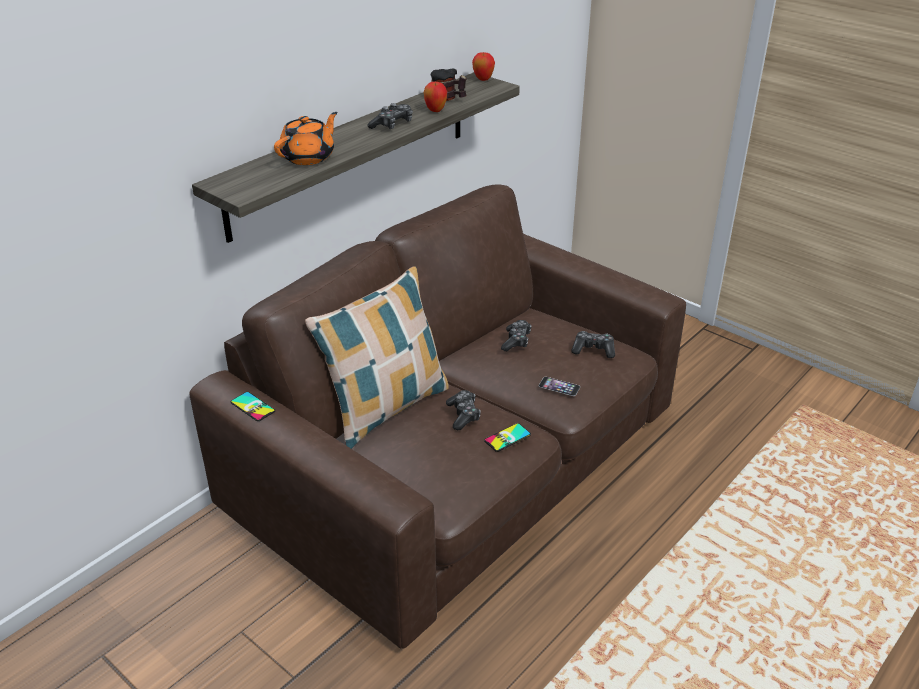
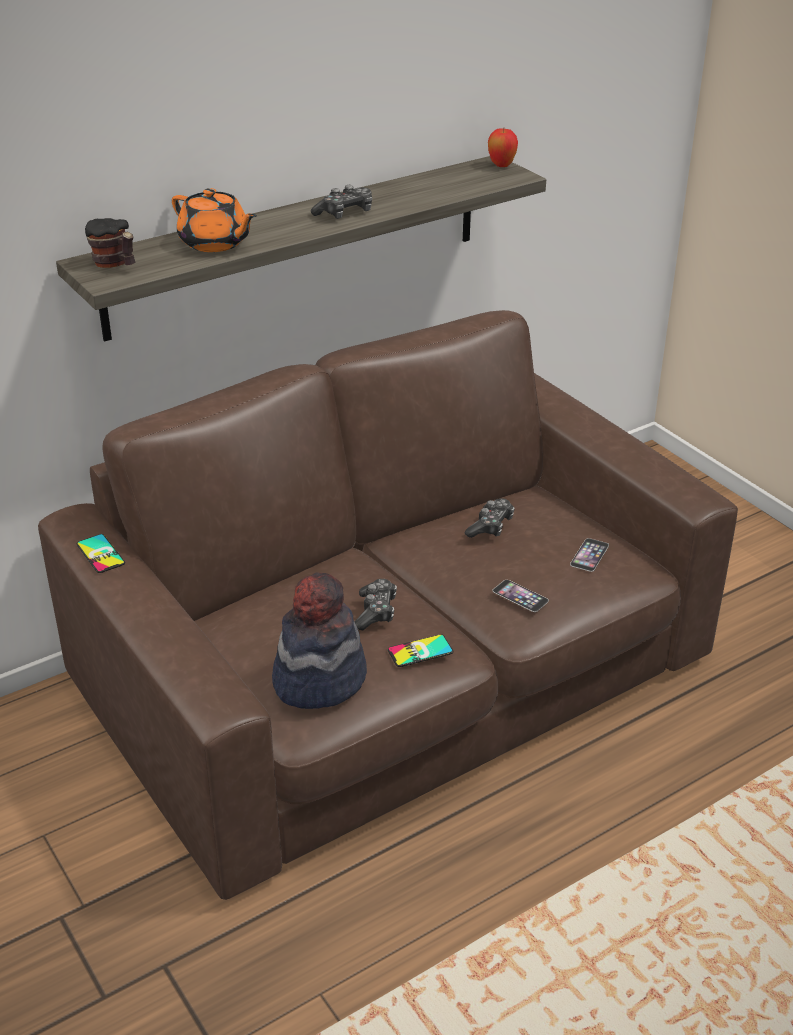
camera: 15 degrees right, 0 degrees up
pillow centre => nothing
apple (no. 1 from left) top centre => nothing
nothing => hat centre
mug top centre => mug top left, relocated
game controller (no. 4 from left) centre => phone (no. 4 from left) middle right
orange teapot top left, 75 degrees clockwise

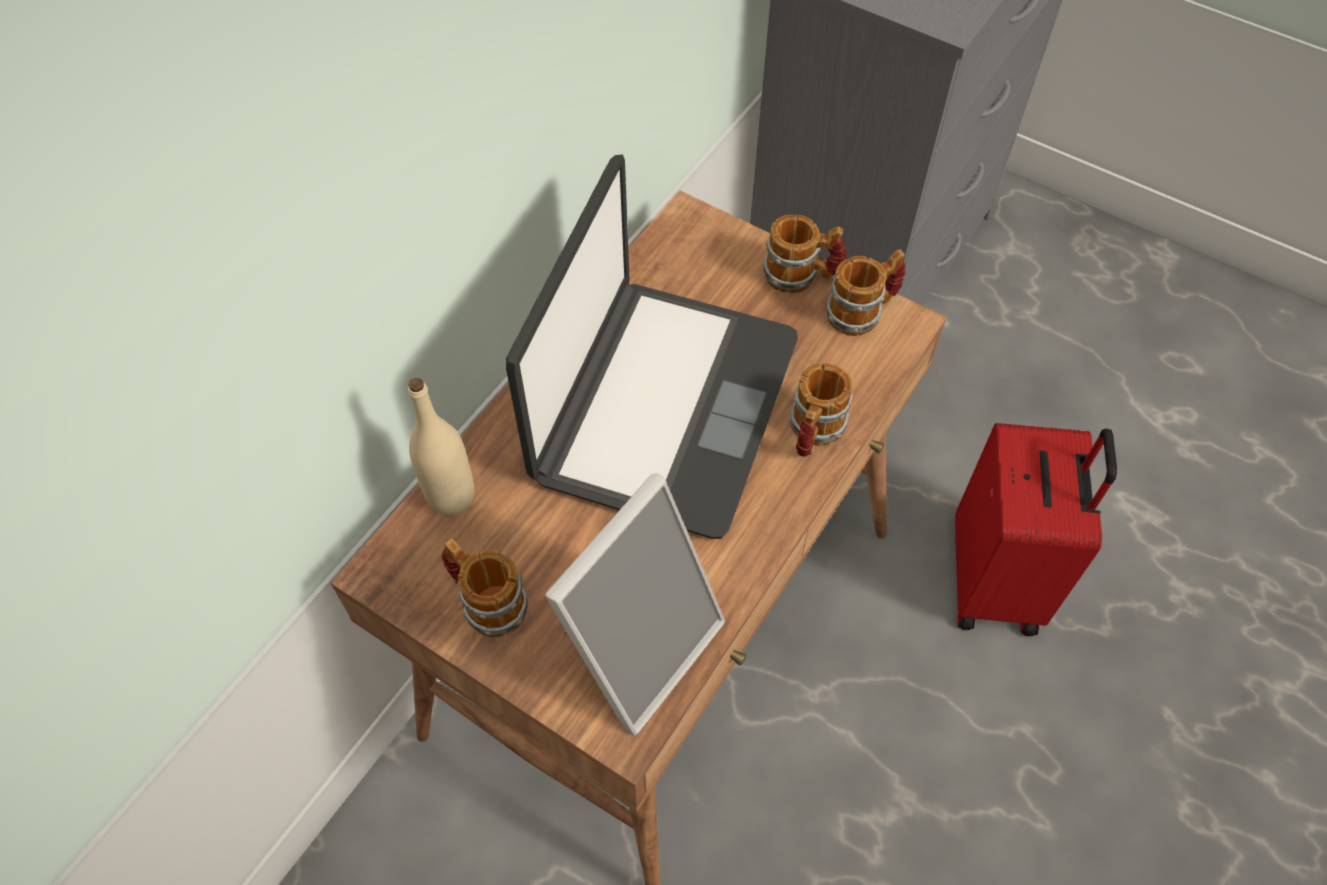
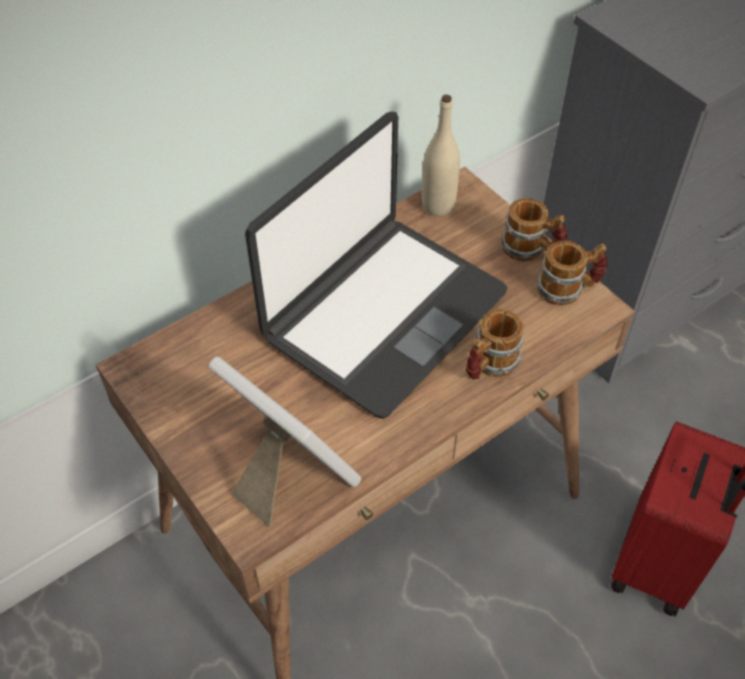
camera: 20 degrees right, 5 degrees down
mug (no. 1 from left) centre => nothing
beige bottle middle left => beige bottle top centre, relocated
picture frame bottom centre => picture frame centre, 105 degrees counterclockwise

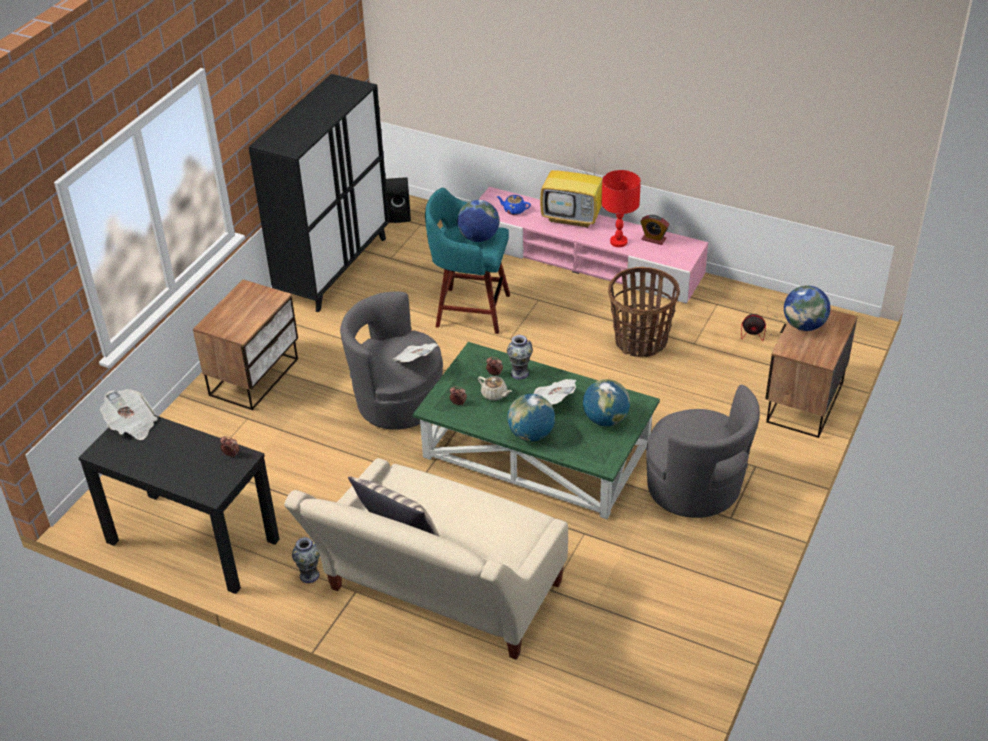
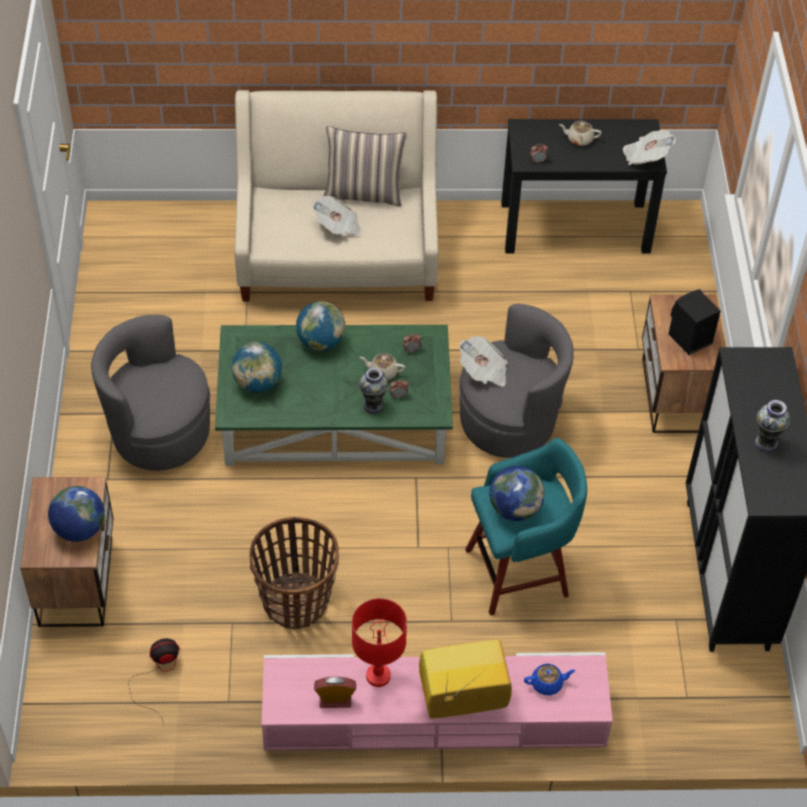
camera: 150 degrees right, 10 degrees up
nothing => beige teapot (no. 2 from left) top right
vase (no. 1 from left in the first image) bottom left => vase (no. 2 from left) middle right, relocated
black speaker top centre => black speaker middle right, relocated
newspaper (no. 3 from left in the first image) centre => newspaper (no. 1 from left) top centre, relocated

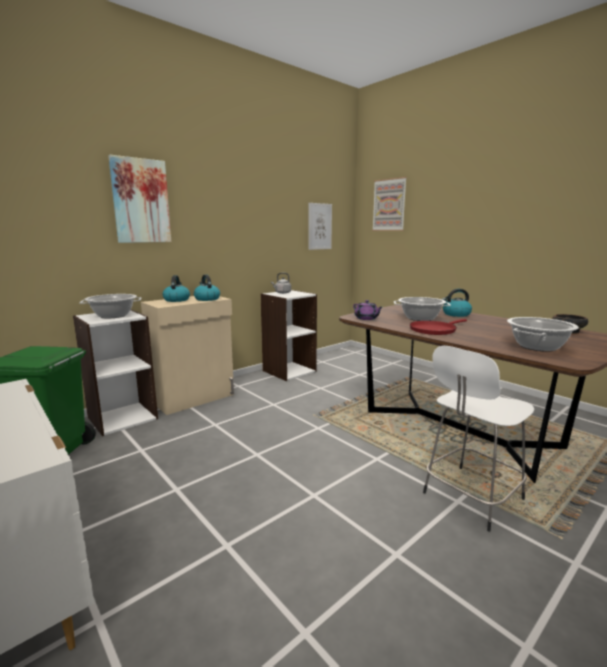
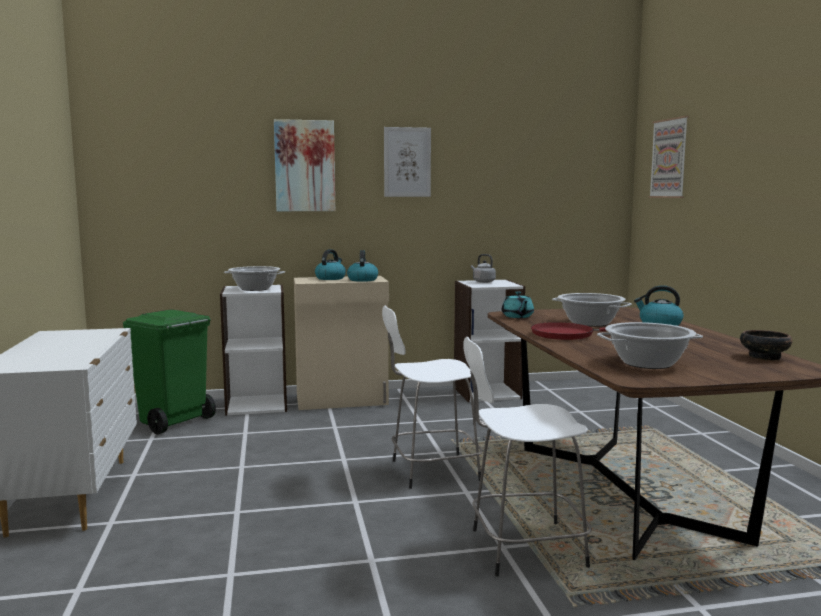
camera: 30 degrees right, 5 degrees down
nothing => white stool (no. 1 from left) centre
picture (no. 2 from left) centre => picture (no. 2 from left) top centre, relocated
purple teapot centre => turquoise teapot centre

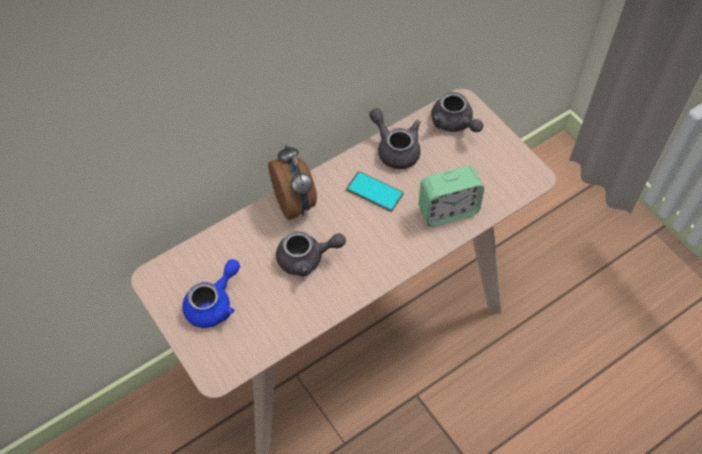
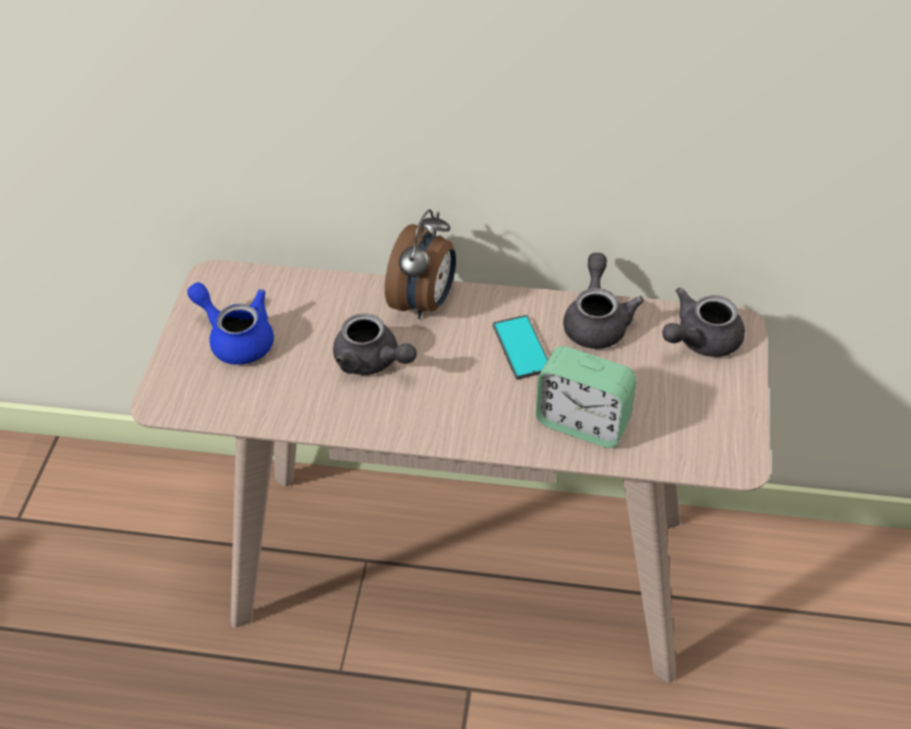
camera: 45 degrees right, 10 degrees down
blue teapot middle left, 135 degrees counterclockwise
grey teapot (no. 3 from left) top centre => grey teapot (no. 3 from left) middle right, 45 degrees clockwise

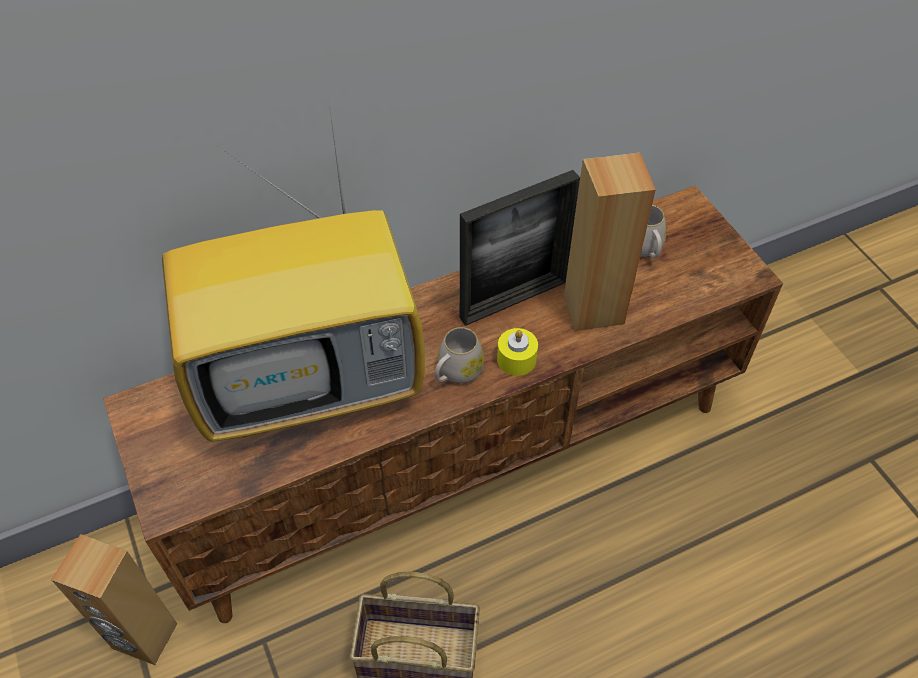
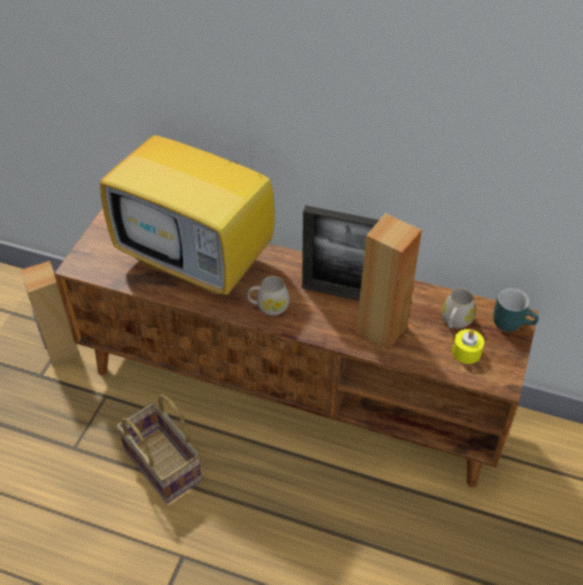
camera: 45 degrees right, 5 degrees down
nothing => turquoise mug middle right
yellow candle centre => yellow candle middle right, relocated

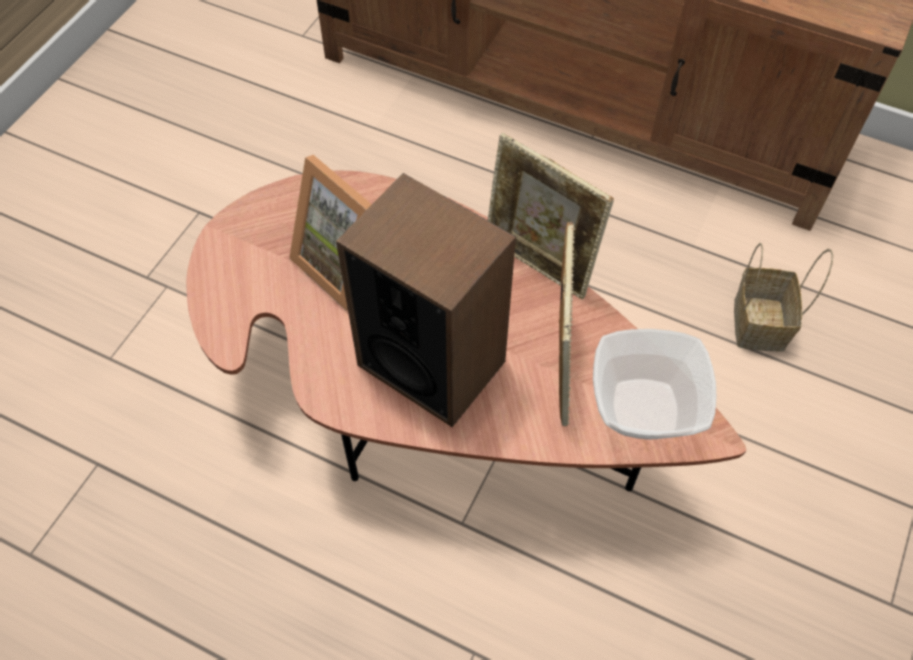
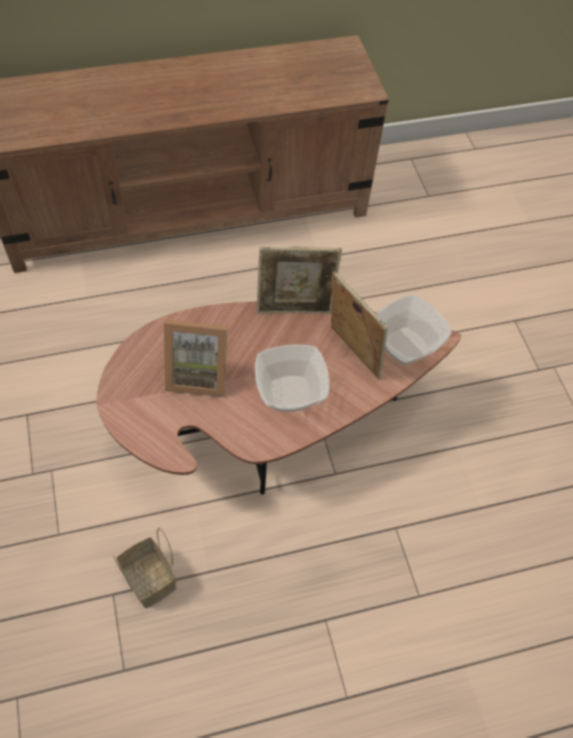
camera: 45 degrees left, 0 degrees up
basket middle right => basket bottom left, relocated
speaker centre => bowl (no. 1 from left) centre

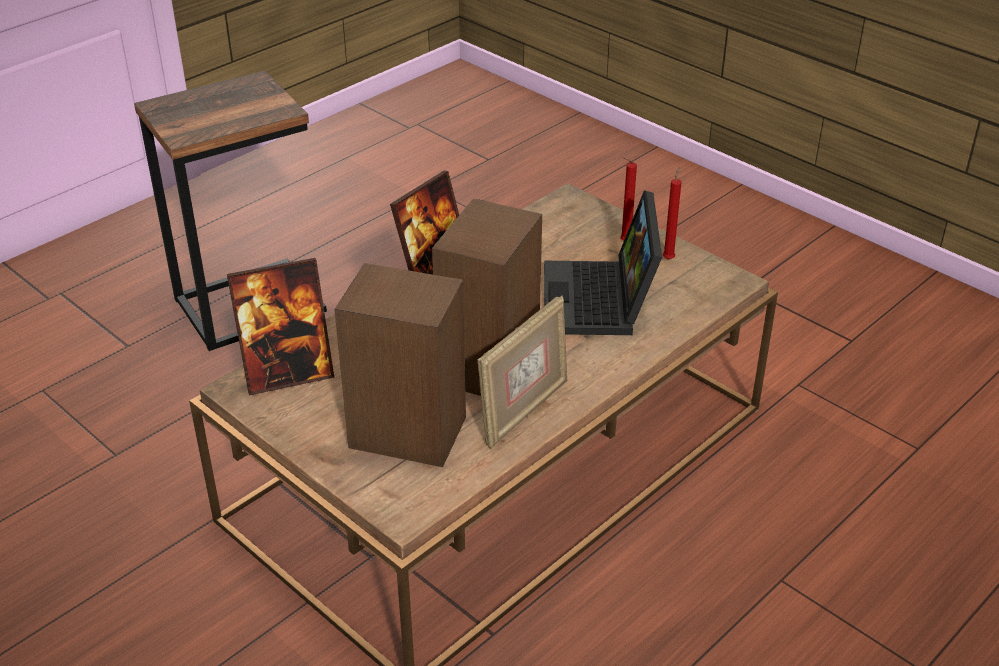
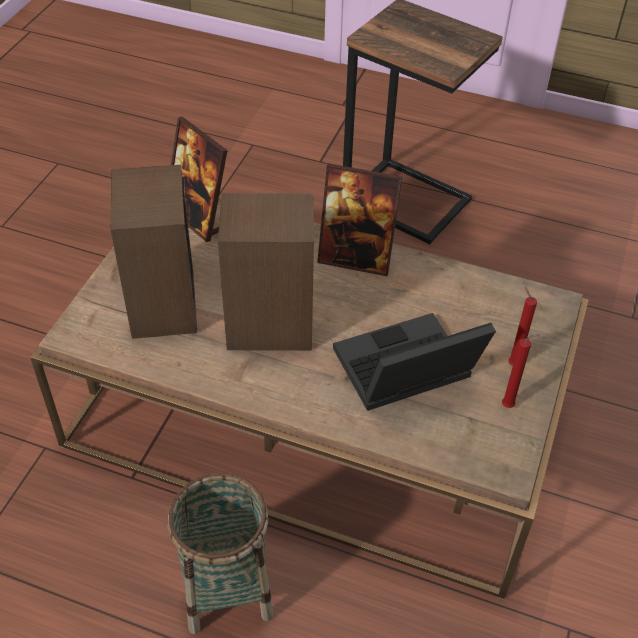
camera: 65 degrees right, 10 degrees up
picture frame (no. 3 from left) centre => nothing
nothing => basket bottom centre

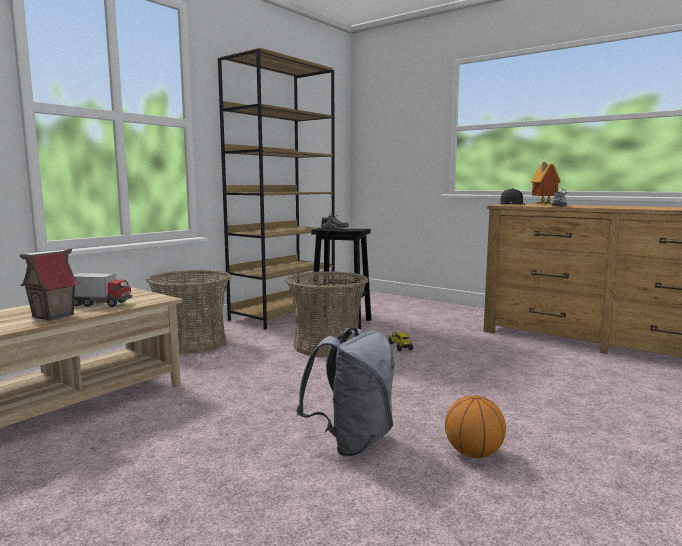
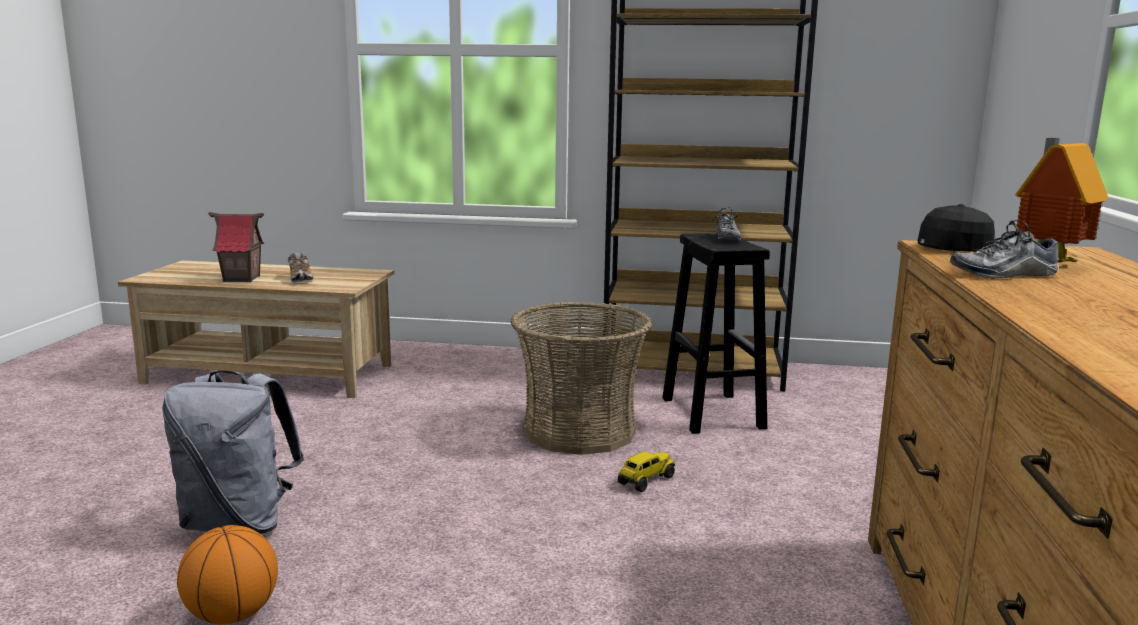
camera: 60 degrees right, 5 degrees up
basket (no. 1 from left) middle left => nothing
toy truck (no. 1 from left) middle left => shoe (no. 1 from left) middle left

